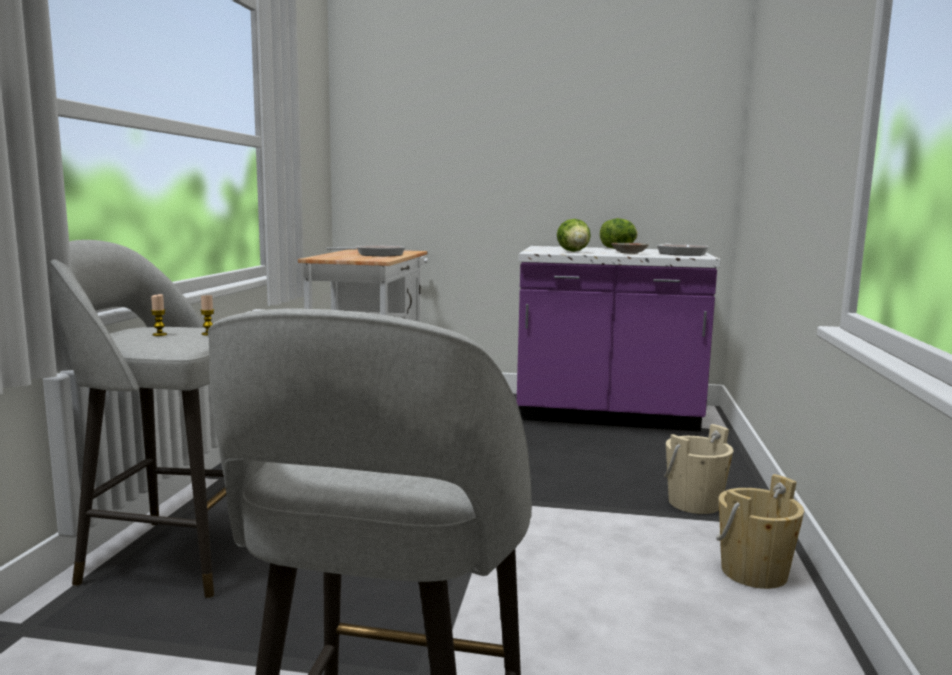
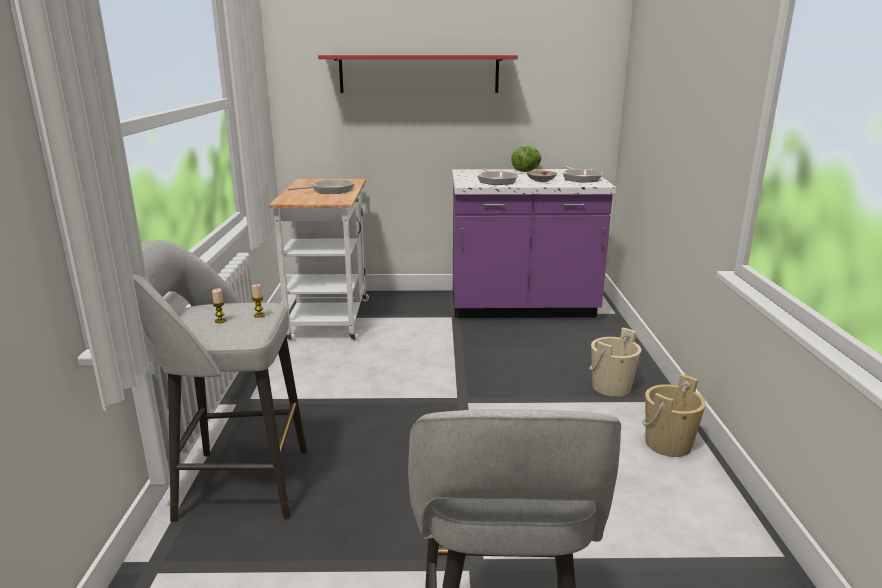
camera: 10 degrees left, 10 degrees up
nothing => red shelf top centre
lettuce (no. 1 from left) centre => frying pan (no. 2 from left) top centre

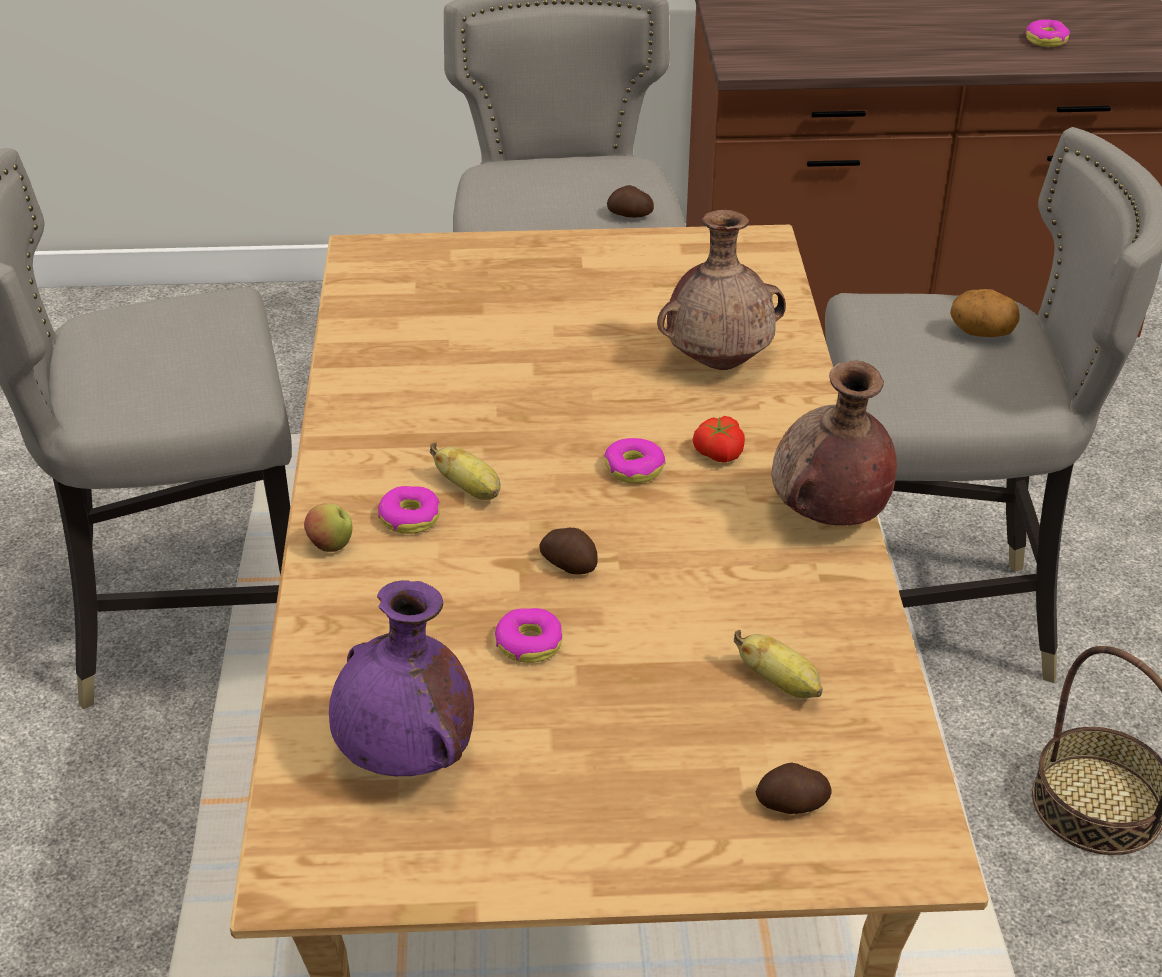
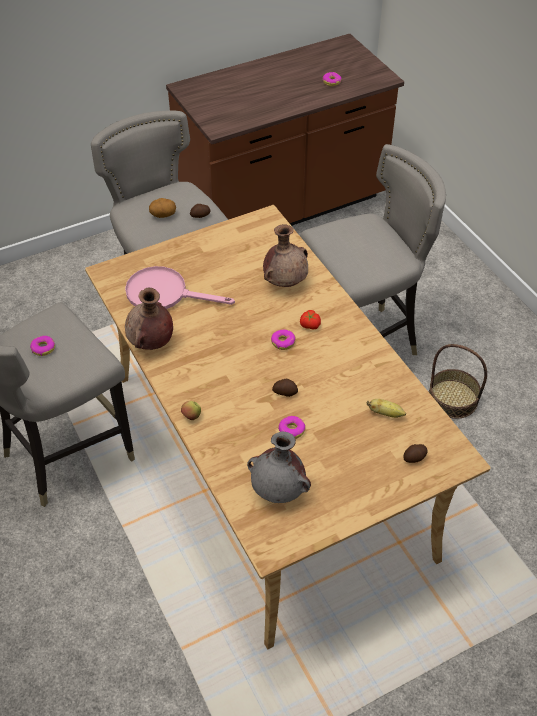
camera: 25 degrees left, 10 degrees up
banana (no. 1 from left) centre => nothing
nothing => pink frying pan centre
donut (no. 1 from left) centre => donut (no. 1 from left) middle left, relocated
brown vase (no. 2 from left in the first image) middle right => brown vase (no. 1 from left) middle left, relocated
potato (no. 4 from left in the first image) top right => potato (no. 1 from left) top left, relocated
purple vase bottom centre => grey vase centre

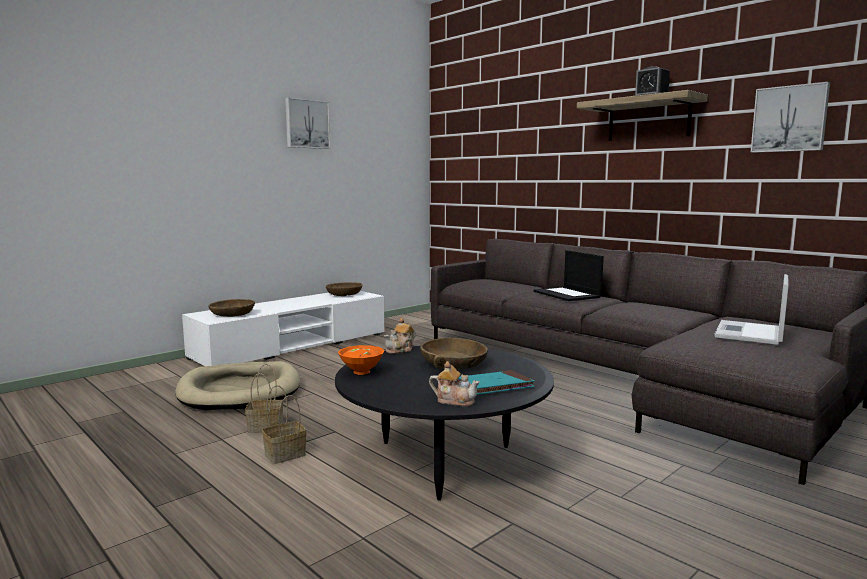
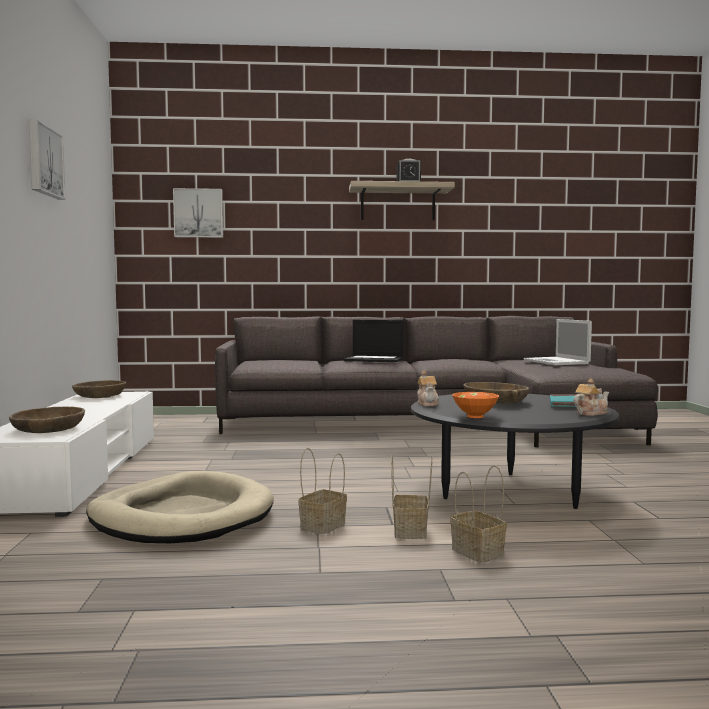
camera: 50 degrees left, 5 degrees down
nothing => basket (no. 3 from left) bottom right
picture (no. 2 from left) top right => picture (no. 2 from left) top left, relocated

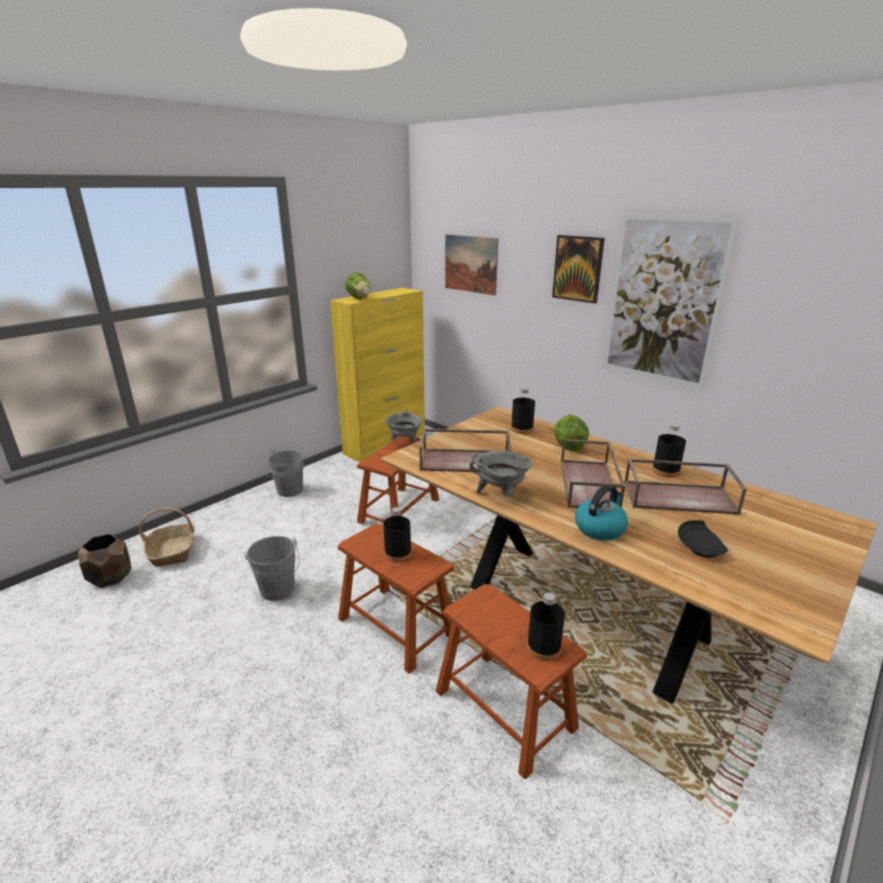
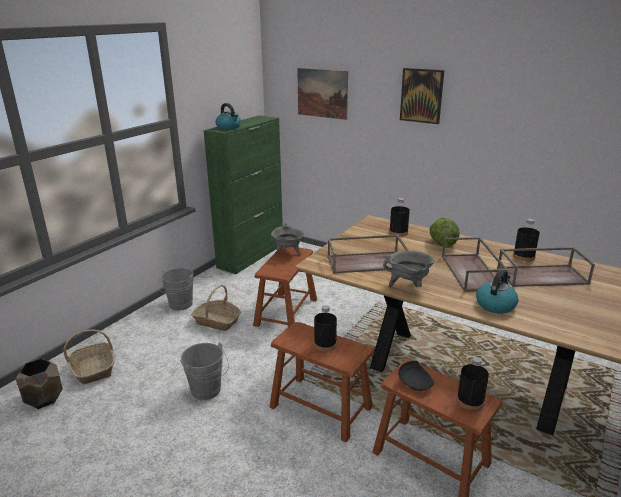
camera: 10 degrees left, 0 degrees up
picture (no. 3 from left) middle right => nothing
nothing => basket (no. 2 from left) centre
black plate middle right => black plate bottom right, relocated
lettuce (no. 1 from left) top centre => kettle (no. 1 from left) top centre
yellow cabinet centre => green cabinet centre

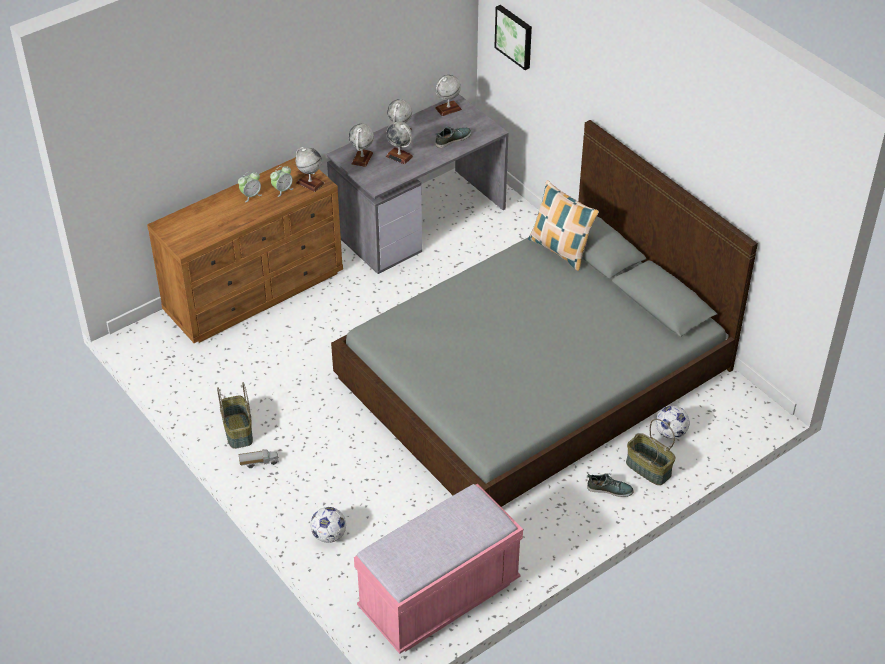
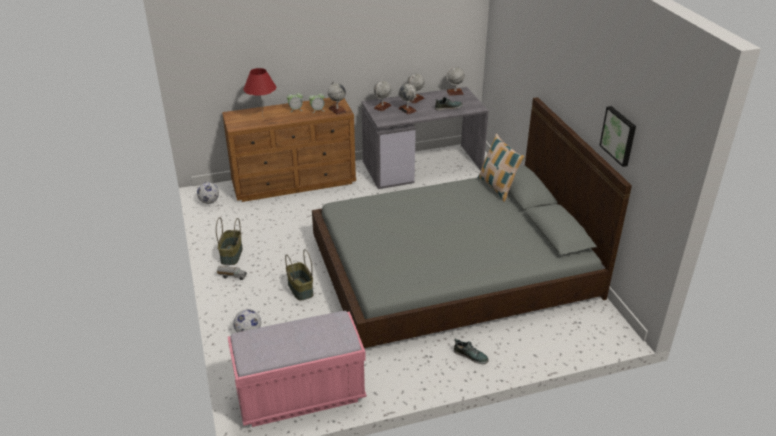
camera: 20 degrees right, 10 degrees down
nothing => red table lamp top centre
picture top centre => picture top right, relocated
basket (no. 2 from left) bottom right => basket (no. 2 from left) centre, relocated
football (no. 2 from left in the first image) middle right => football (no. 1 from left) middle left, relocated

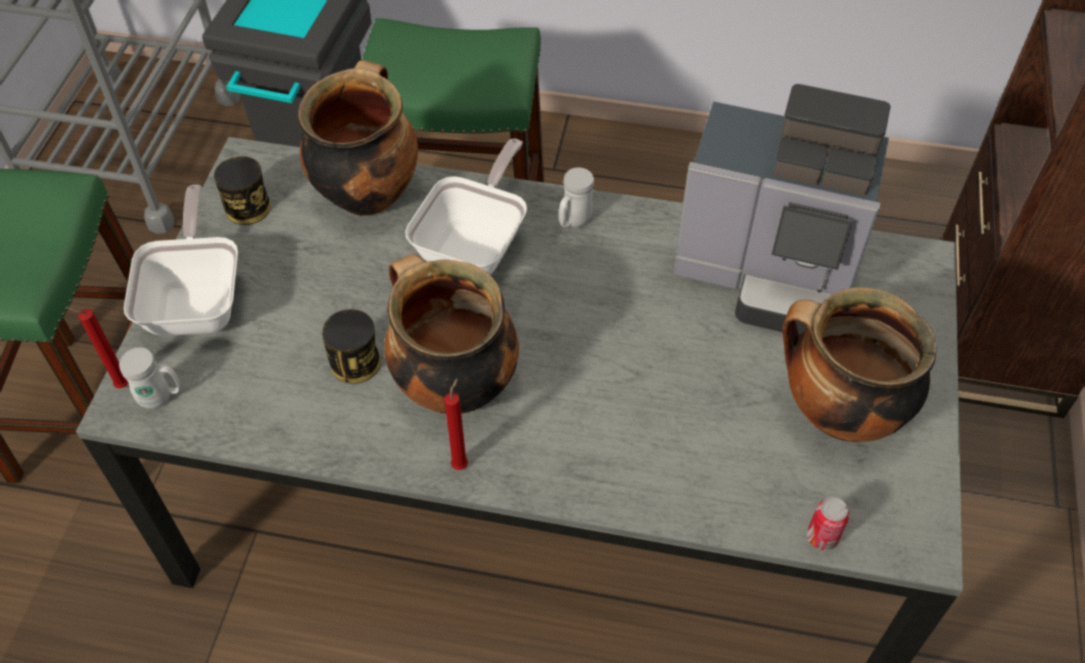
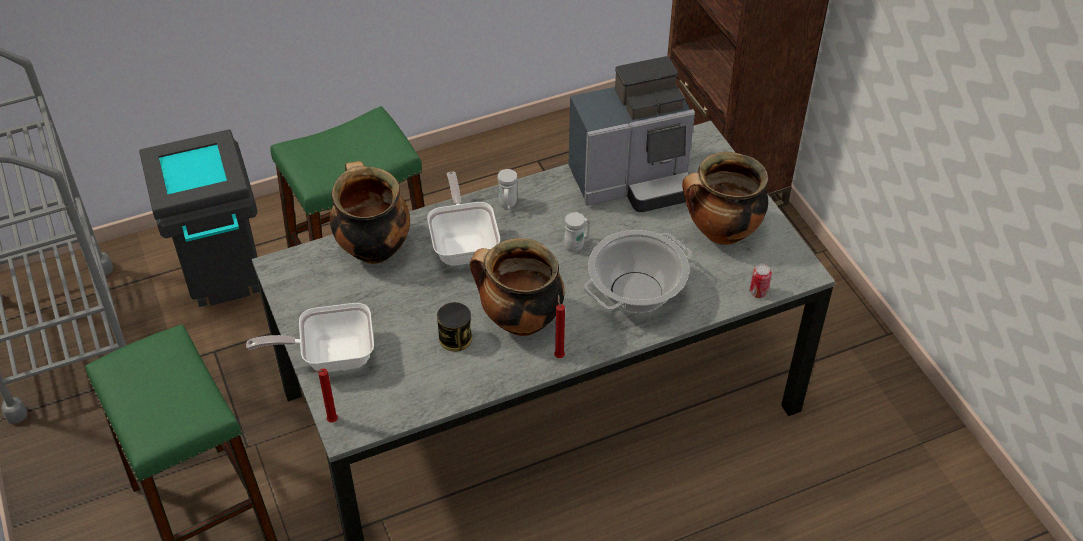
camera: 35 degrees left, 5 degrees down
can (no. 1 from left) top left => nothing
nothing => cooking pot (no. 3 from left) centre
white mug (no. 1 from left in the first image) middle left => white mug (no. 2 from left) centre, relocated
frying pan (no. 1 from left) middle left, 60 degrees counterclockwise

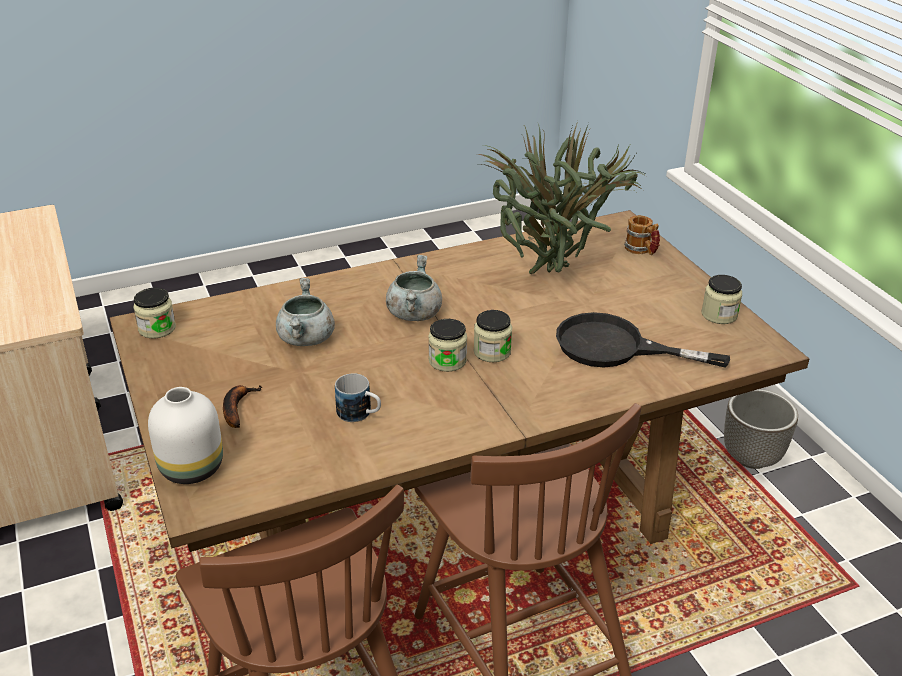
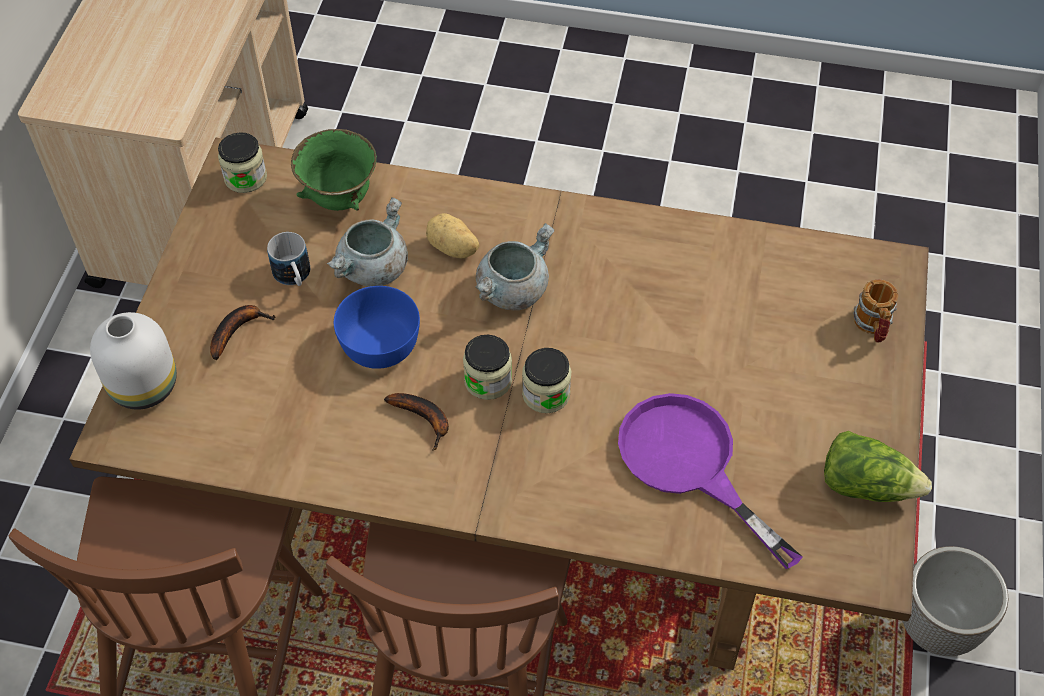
camera: 35 degrees right, 20 degrees up
potted plant top centre => nothing
nothing => green bowl top left
nothing => blue bowl centre
nothing => banana (no. 2 from left) centre
nothing => potato centre
mug (no. 1 from left) centre => mug (no. 1 from left) middle left, relocated
jar (no. 4 from left) middle right => lettuce bottom right
black frying pan middle right => purple frying pan bottom right

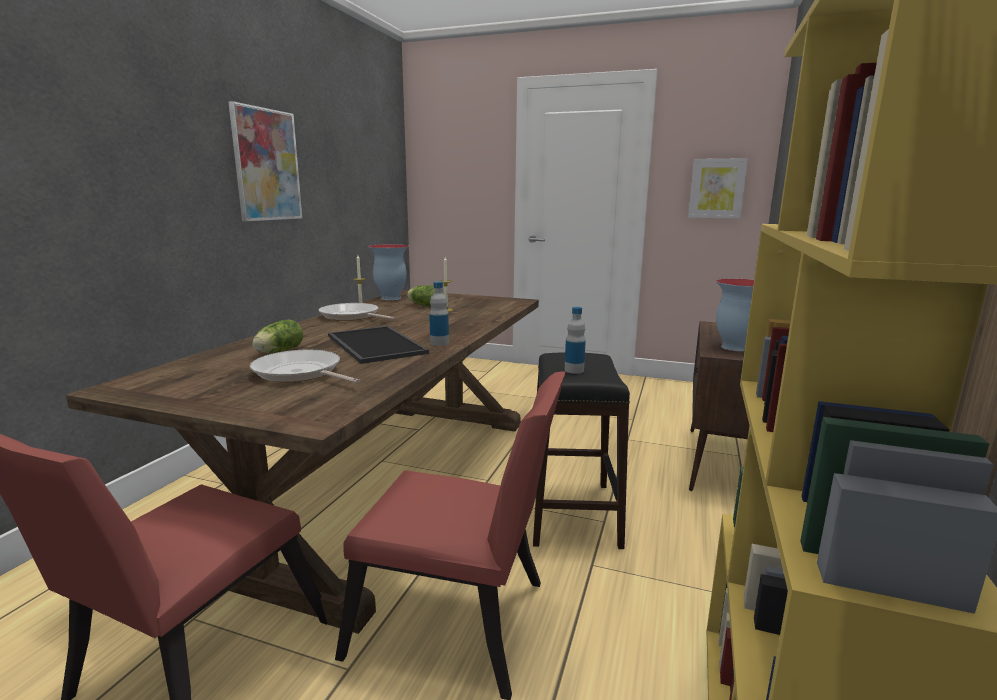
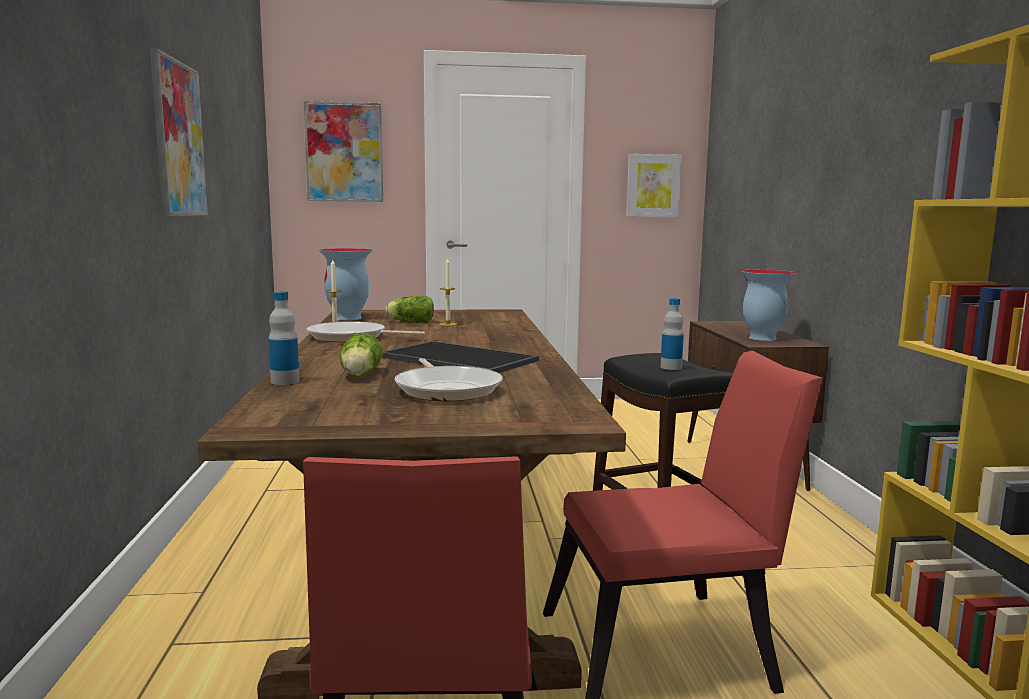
camera: 25 degrees left, 5 degrees down
nothing => picture (no. 2 from left) top centre
bottle (no. 1 from left) centre => bottle (no. 1 from left) middle left, relocated
frying pan (no. 1 from left in the first image) middle left => frying pan (no. 2 from left) centre, 120 degrees counterclockwise

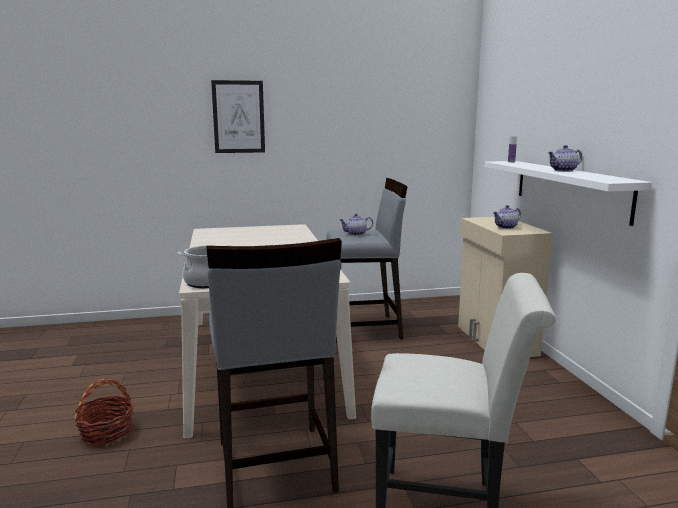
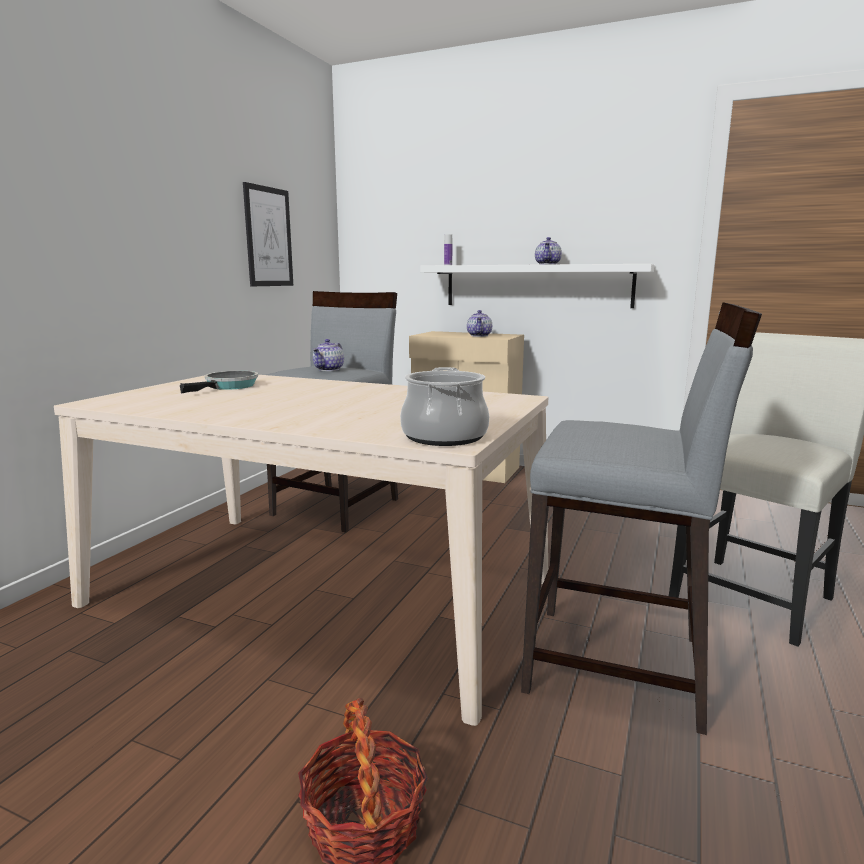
camera: 55 degrees left, 0 degrees up
nothing => frying pan middle left
picture top centre => picture top left, relocated

